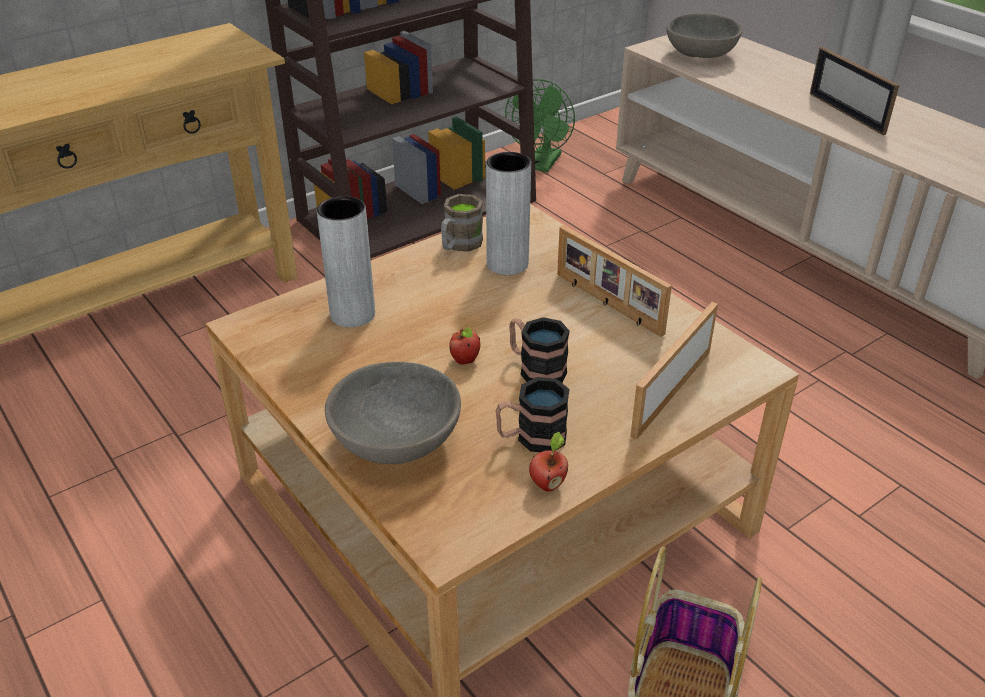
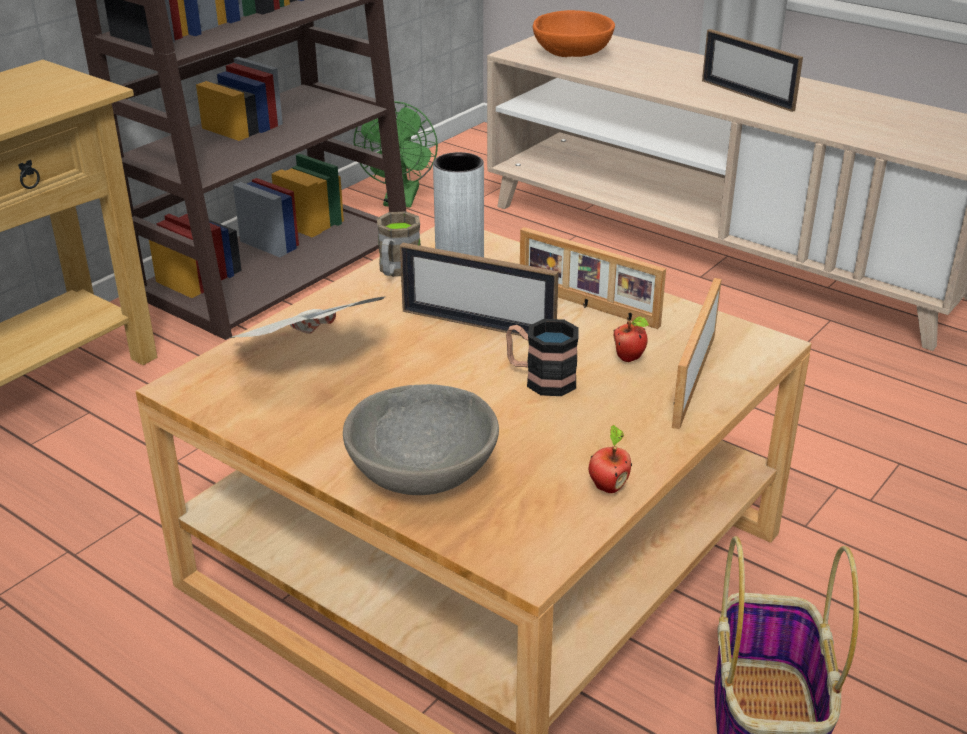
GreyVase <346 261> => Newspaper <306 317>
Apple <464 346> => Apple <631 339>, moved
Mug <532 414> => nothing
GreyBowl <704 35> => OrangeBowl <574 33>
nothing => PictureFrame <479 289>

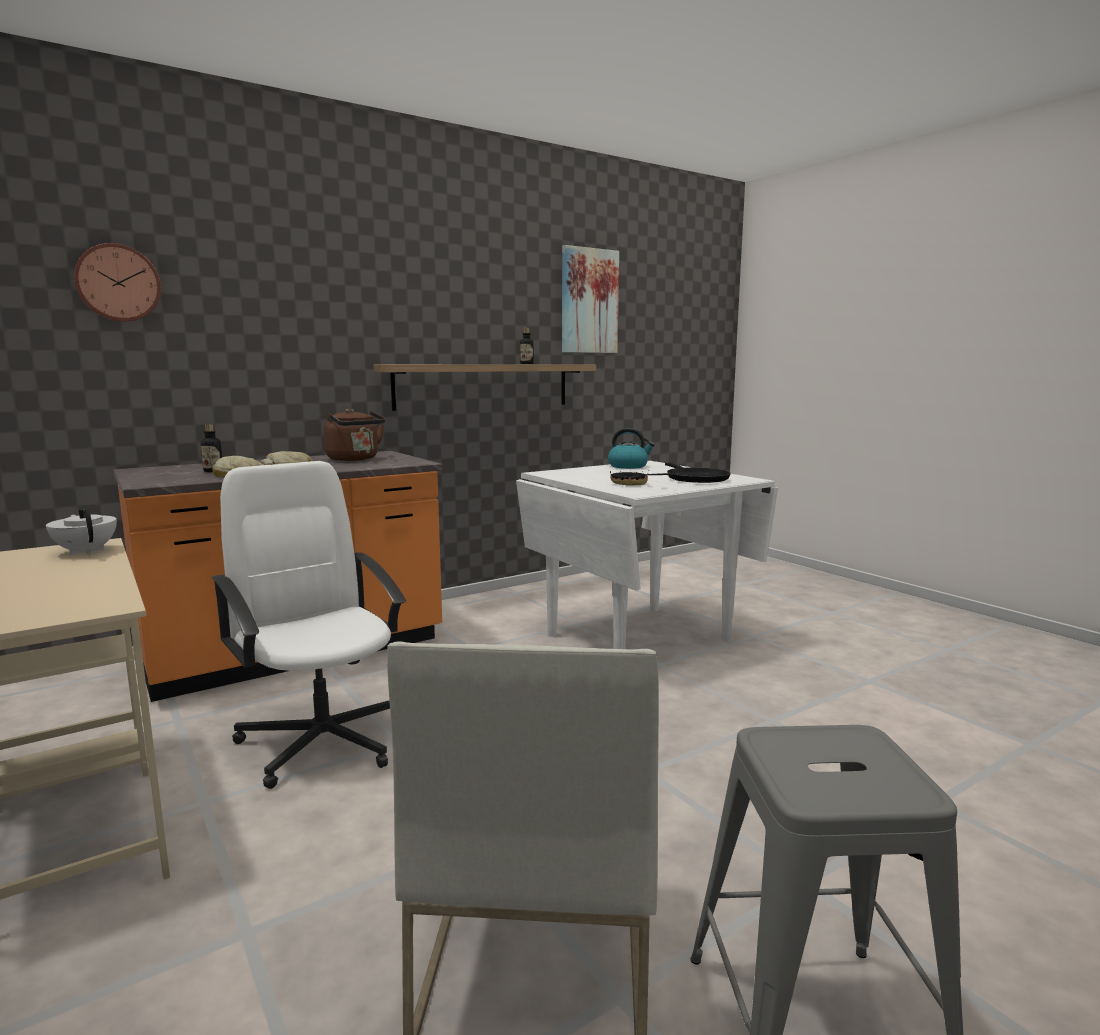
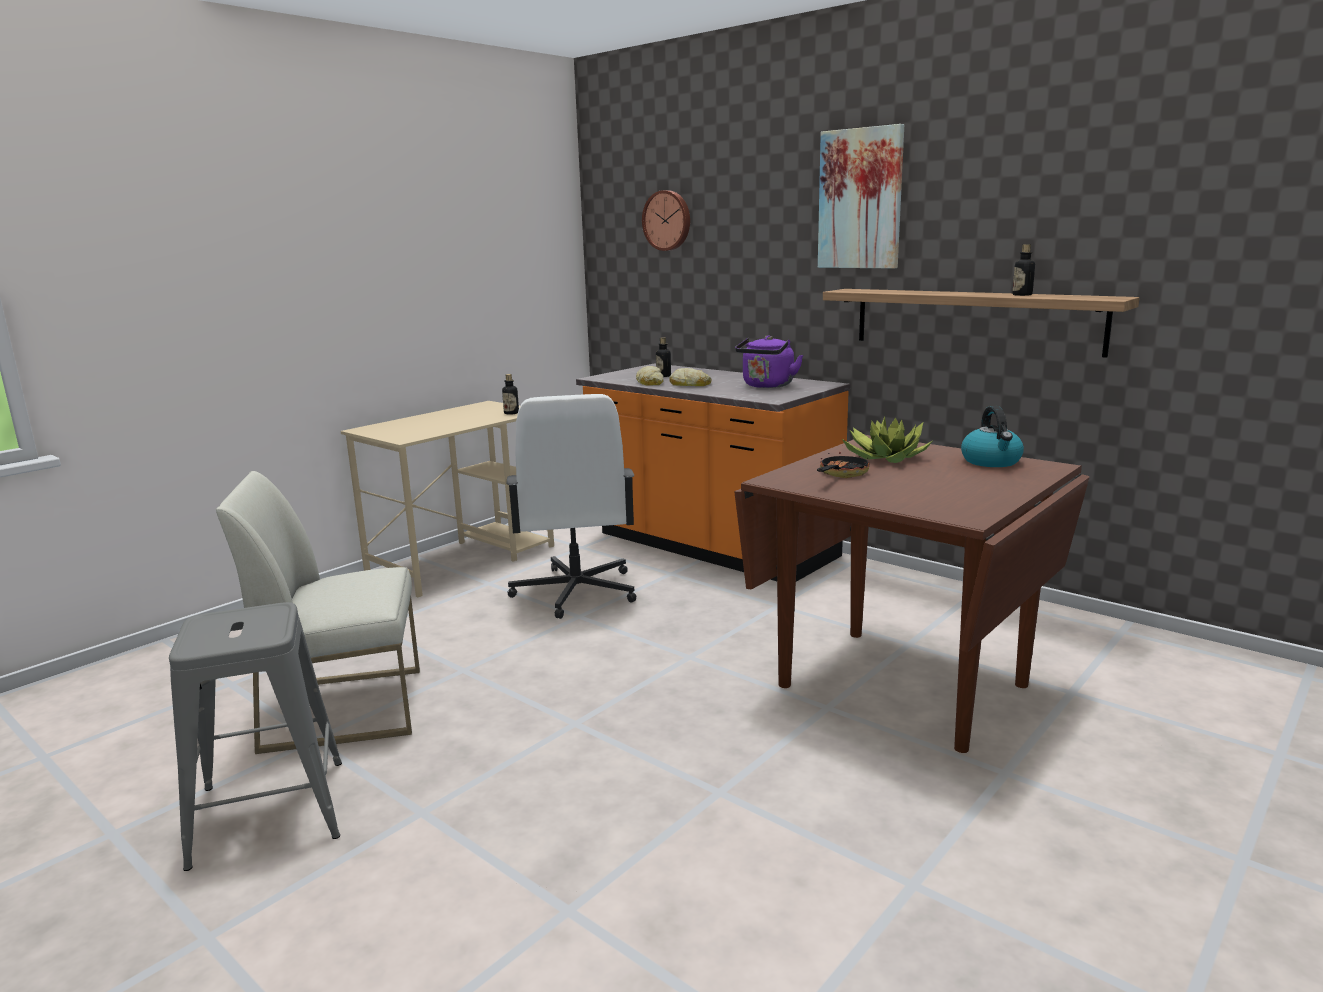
WhiteTeapot <81 530> => Bottle <510 394>
WhiteOfficeChair <308 625> => WhiteOfficeChair <571 506>, 135 degrees clockwise
BrownKettle <354 435> => PurpleKettle <769 361>
WhiteDiningTable <647 555> => BrownDiningTable <912 594>
Picture <590 299> => Picture <861 196>, moved
BlackFryingPan <698 472> => nothing
nothing => PottedPlant <887 440>

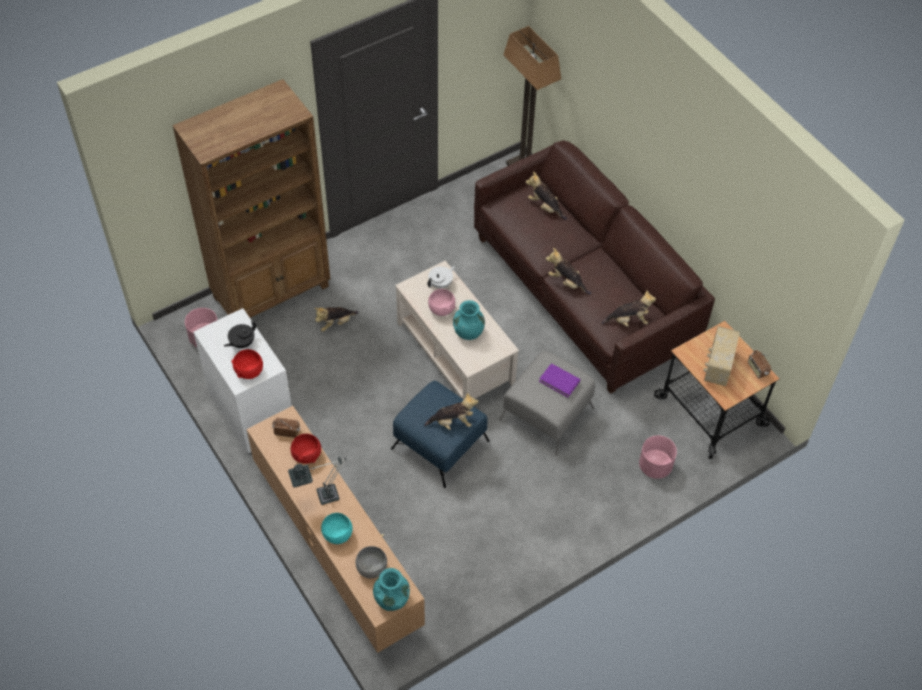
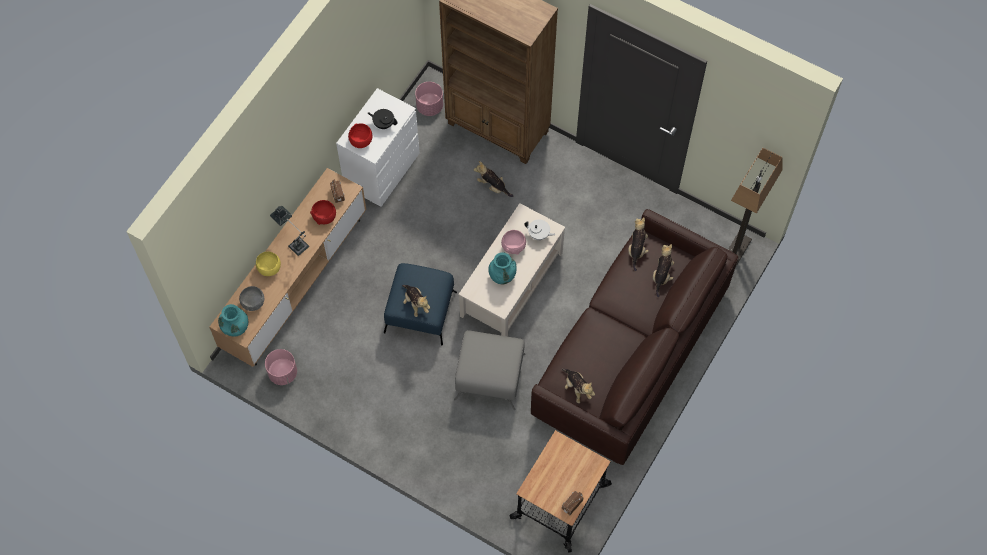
TurquoiseBowl <337 528> => YellowBowl <268 264>
PurpleBook <559 380> => nothing
PlushToy <568 271> => PlushToy <638 244>, moved
PinkPlanter <658 457> => PinkPlanter <281 367>, moved
Radio <722 356> => nothing

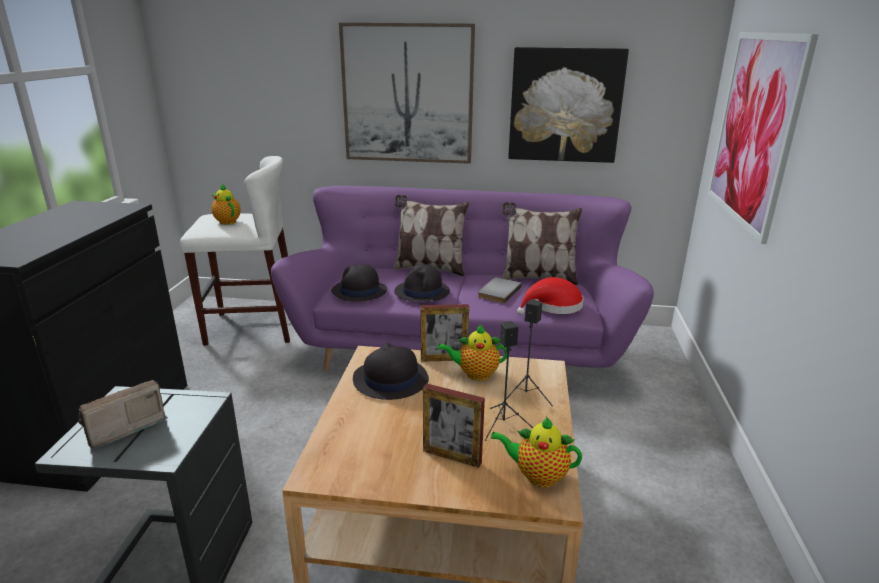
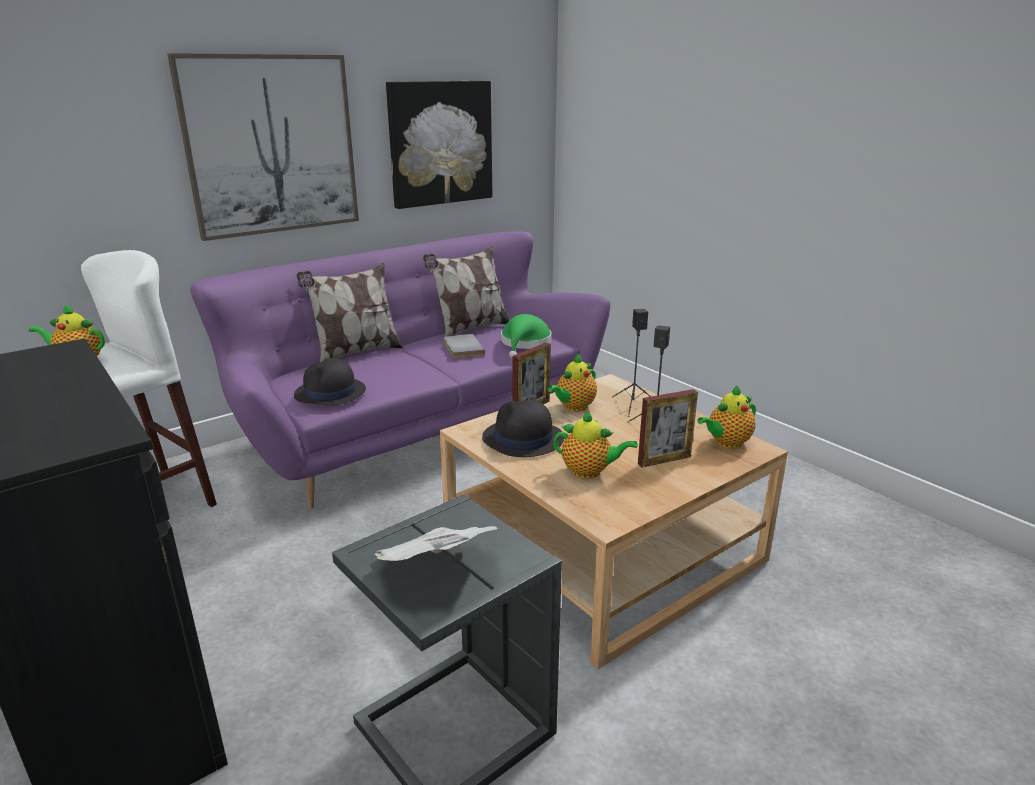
Radio <123 414> => Newspaper <436 543>
BlackHat <422 282> => nothing
RedHat <550 296> => GreenHat <526 336>
Picture <763 138> => nothing
nothing => Teapot <595 445>

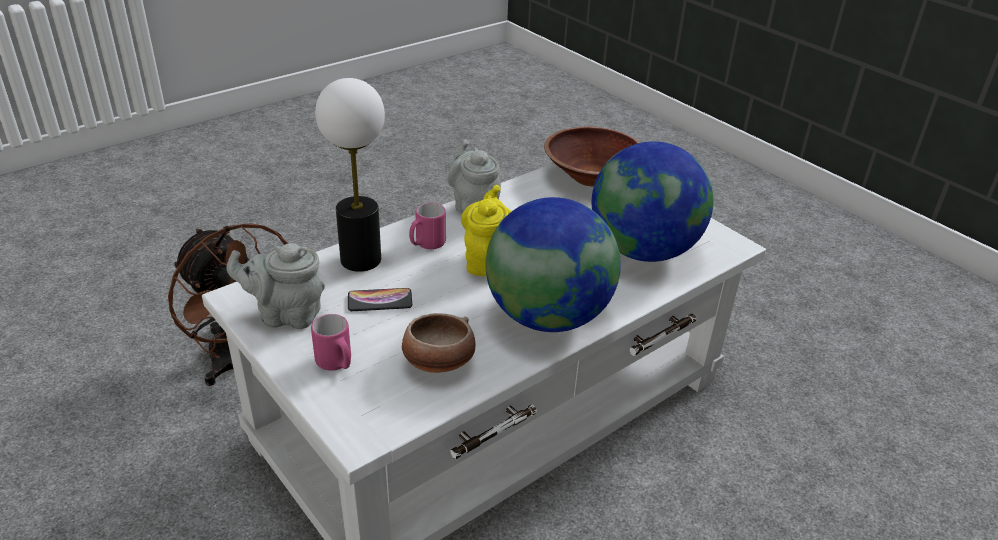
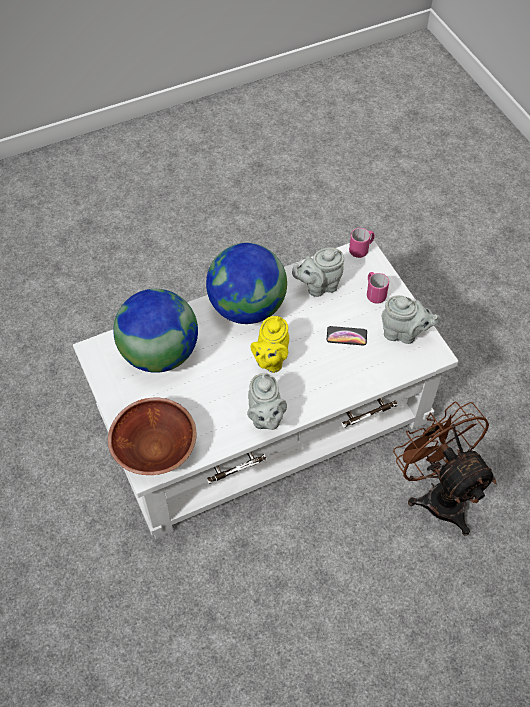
TableLamp <350 175> => nothing
Bowl <438 343> => GreyTeapot <318 272>
PinkMug <427 226> => PinkMug <362 243>, moved

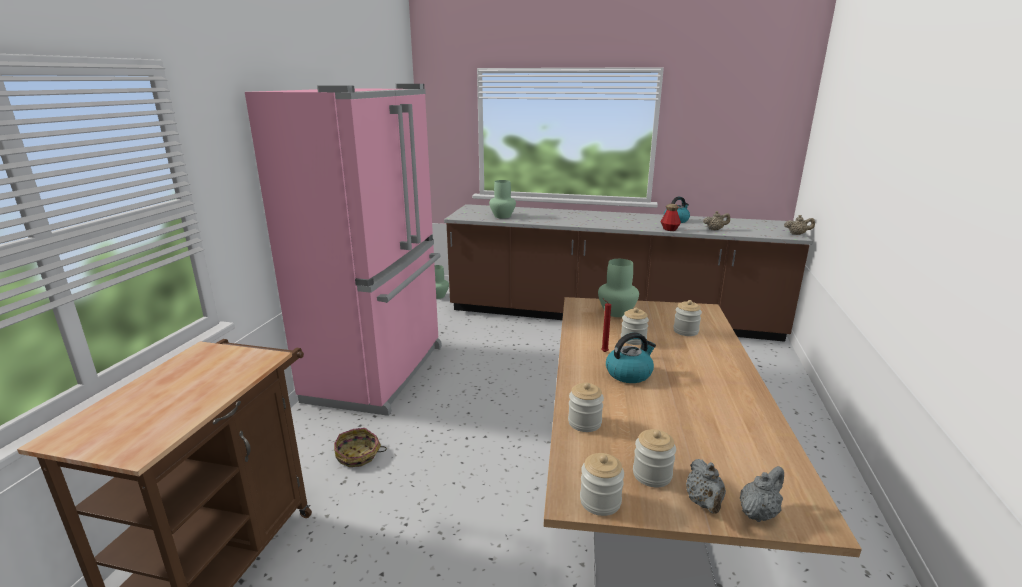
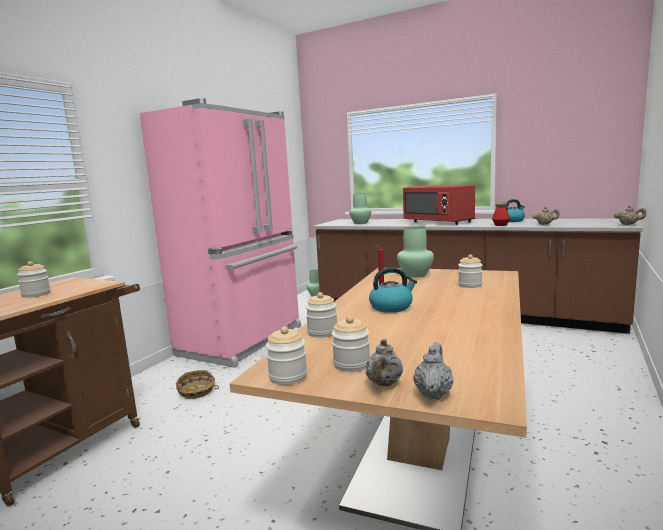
Jar <635 326> => Jar <34 279>, moved
GreyTeapot <762 494> => GreyTeapot <433 371>, 45 degrees counterclockwise
nothing => RedMicrowave <439 205>

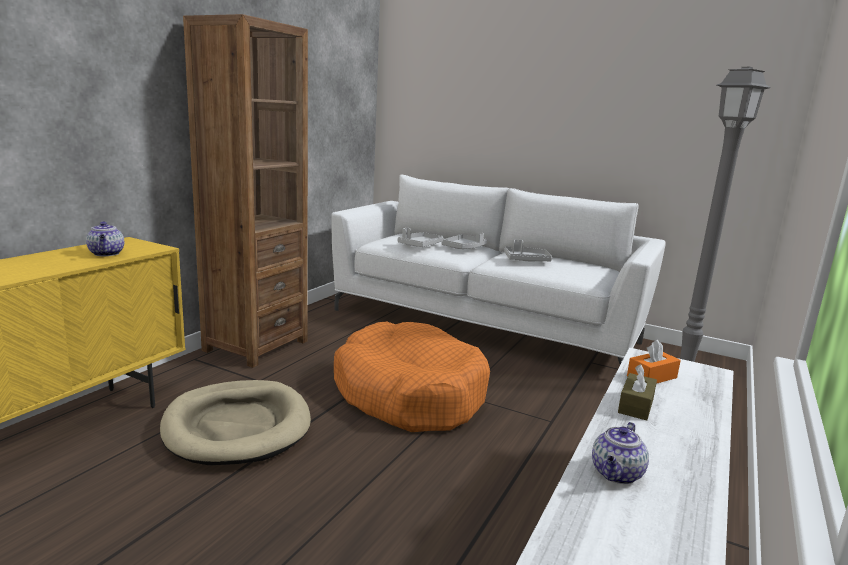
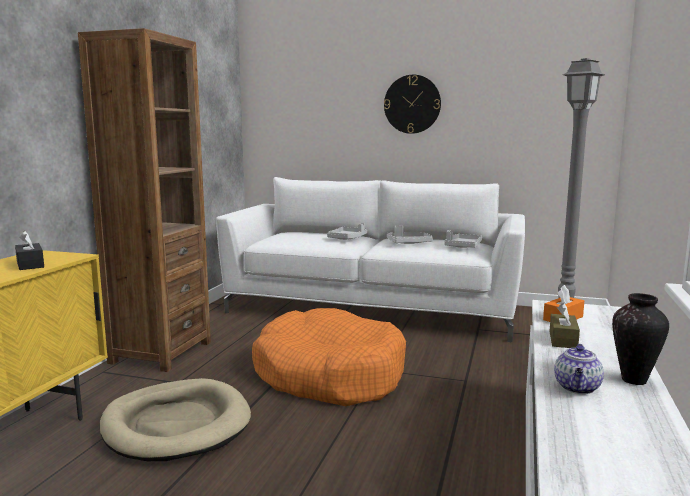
Teapot <105 238> => BlackTissueBox <29 250>
GreyTray <420 237> => GreyTray <463 239>, moved
nothing => WallClock <412 104>
nothing => Vase <640 339>

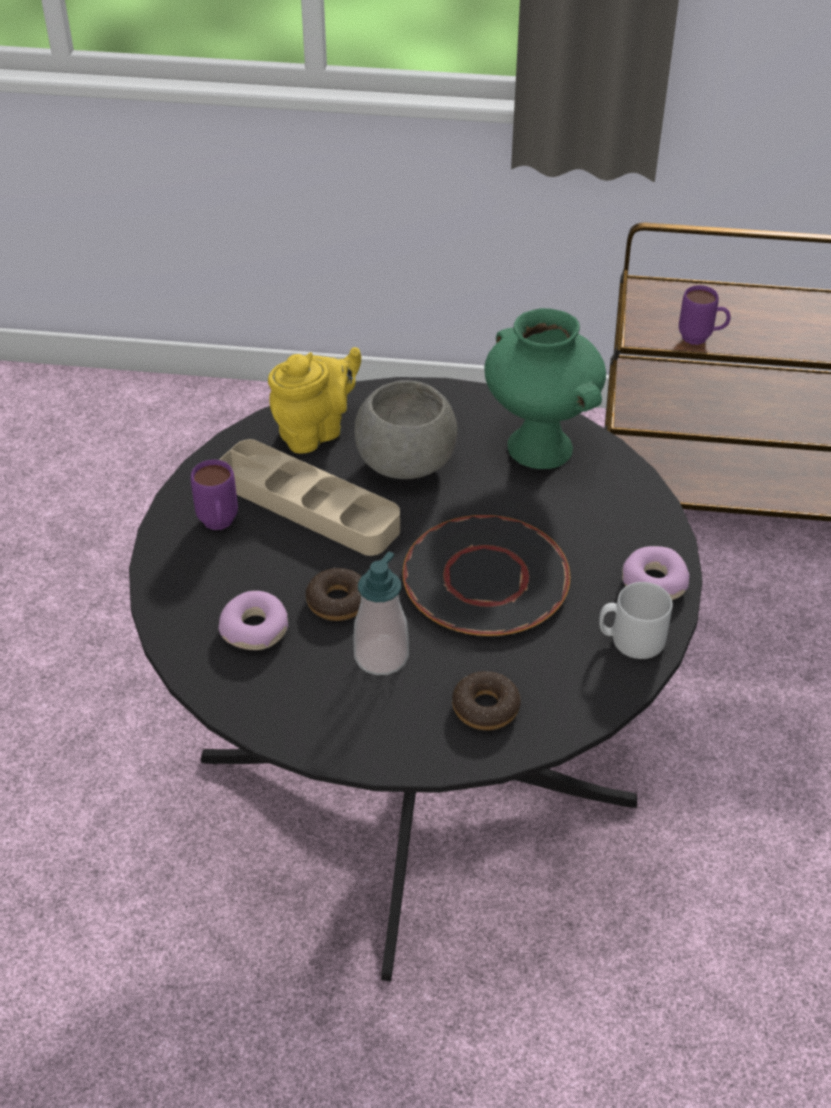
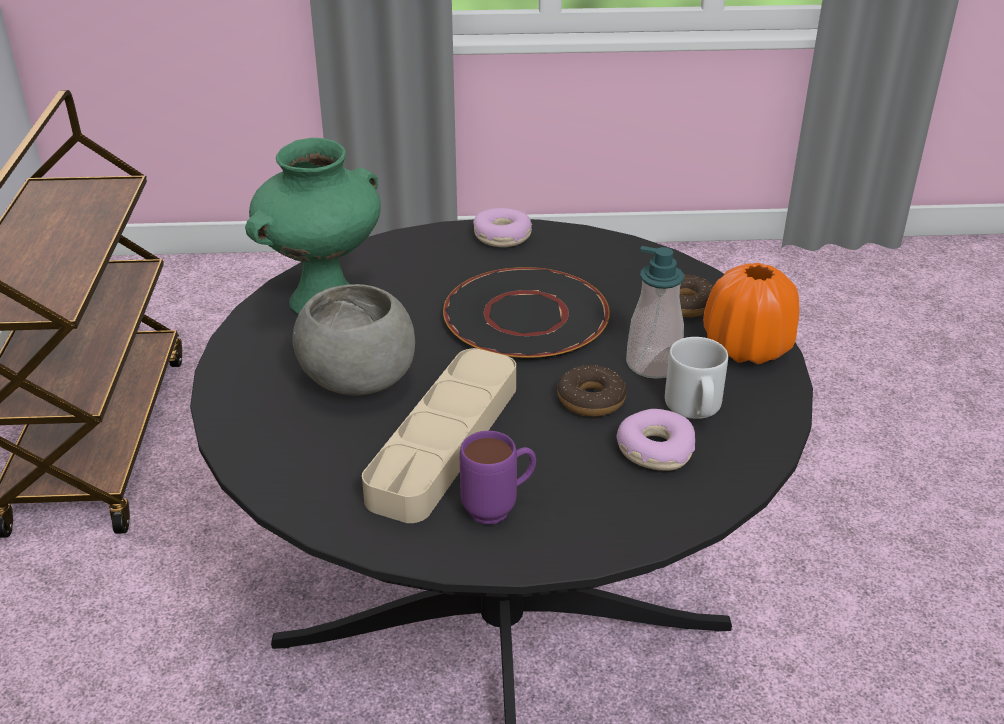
YellowTeapot <314 400> => nothing
GreyMug <635 620> => GreyMug <696 378>, moved
PurpleMug <705 315> => nothing
nothing => OrangeVase <751 313>

